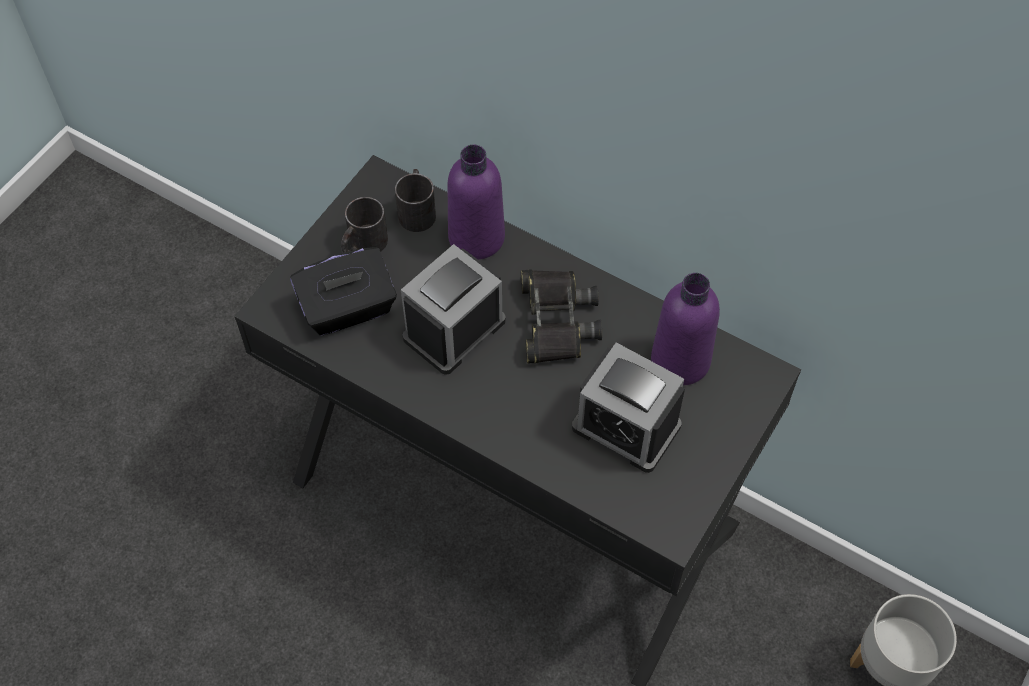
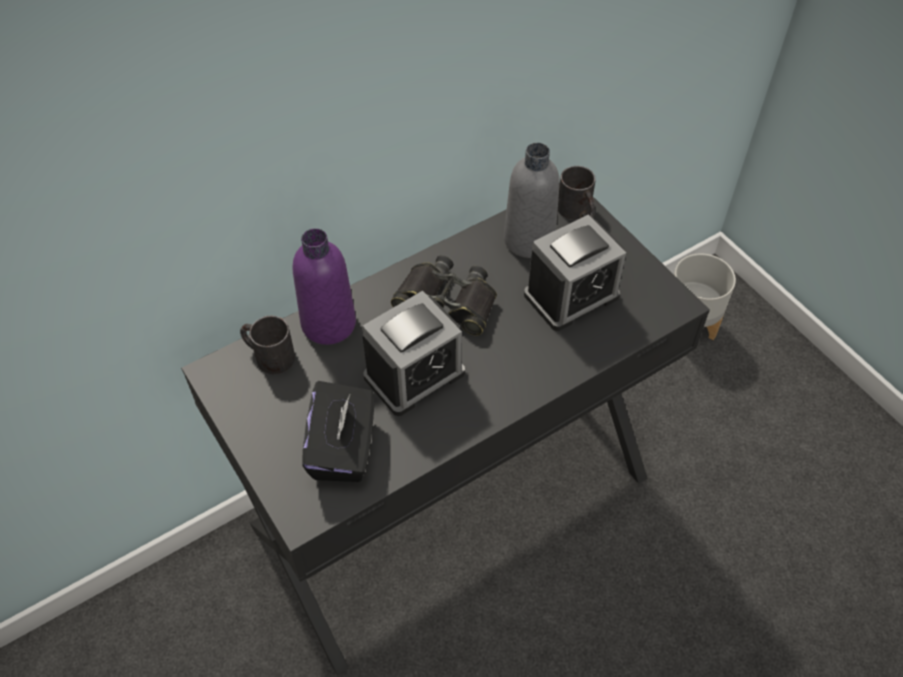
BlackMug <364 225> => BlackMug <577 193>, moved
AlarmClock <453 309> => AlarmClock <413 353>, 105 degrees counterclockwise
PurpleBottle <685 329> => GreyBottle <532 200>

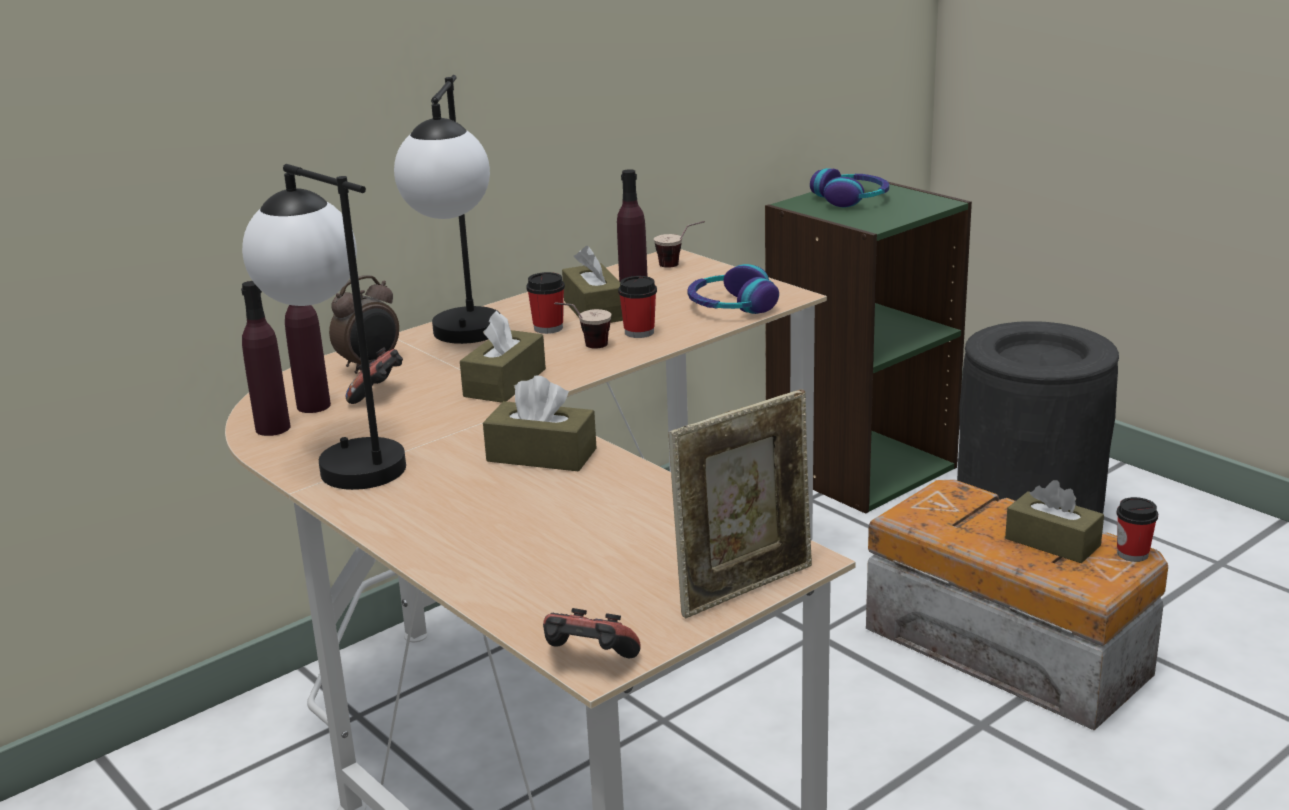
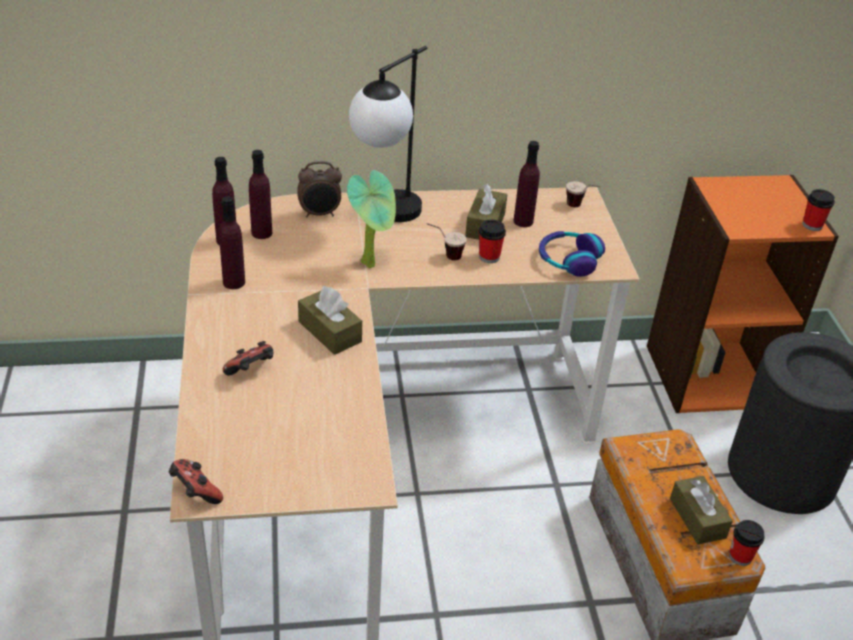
TableLamp <324 327> => PurpleBottle <232 242>
GameController <374 375> => GameController <248 358>, moved
BrownTissueBox <503 357> => PottedPlant <371 219>
Cup <545 303> => Cup <819 210>, moved
PictureFrame <740 503> => nothing
GreenBookcase <868 347> => OrangeBookcase <743 294>
Headphones <849 187> => nothing

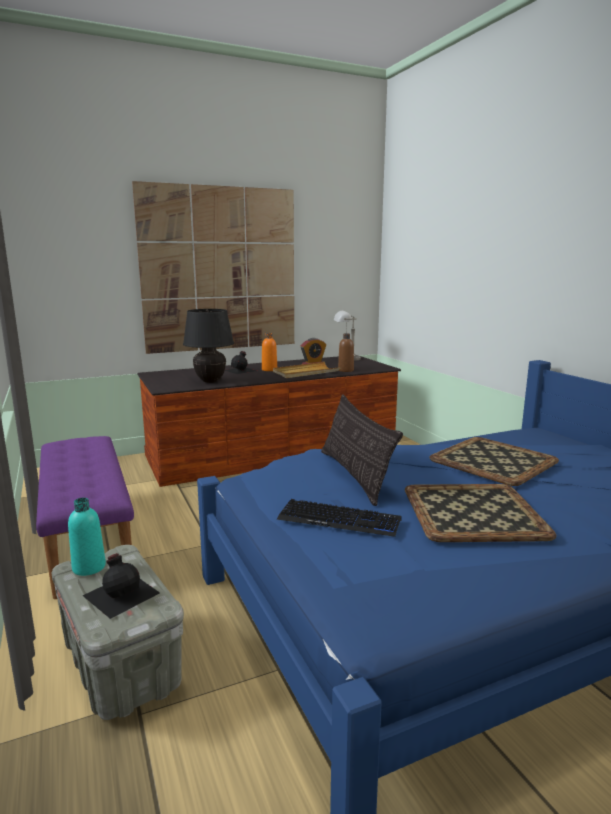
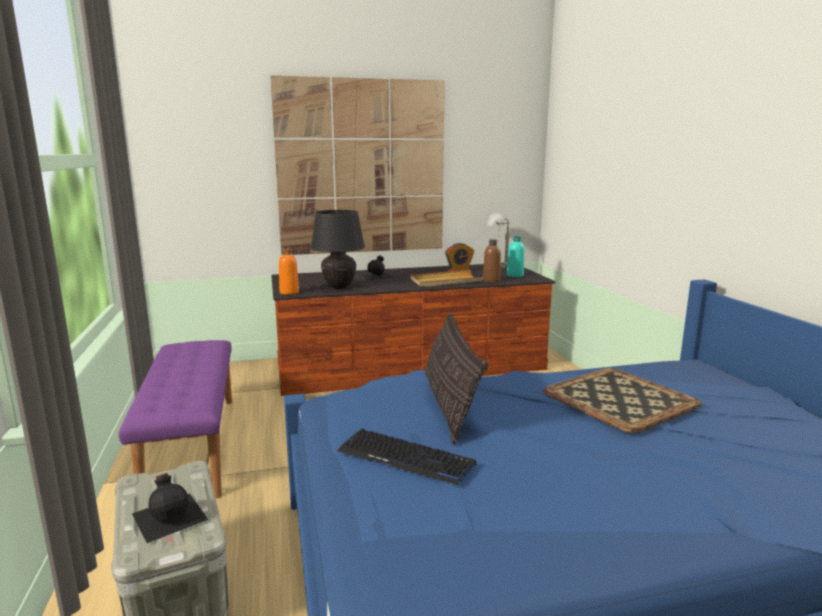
TurquoiseBottle <87 537> => TurquoiseBottle <515 256>, moved
OrangeBottle <269 352> => OrangeBottle <289 271>, moved
Tray <481 513> => nothing

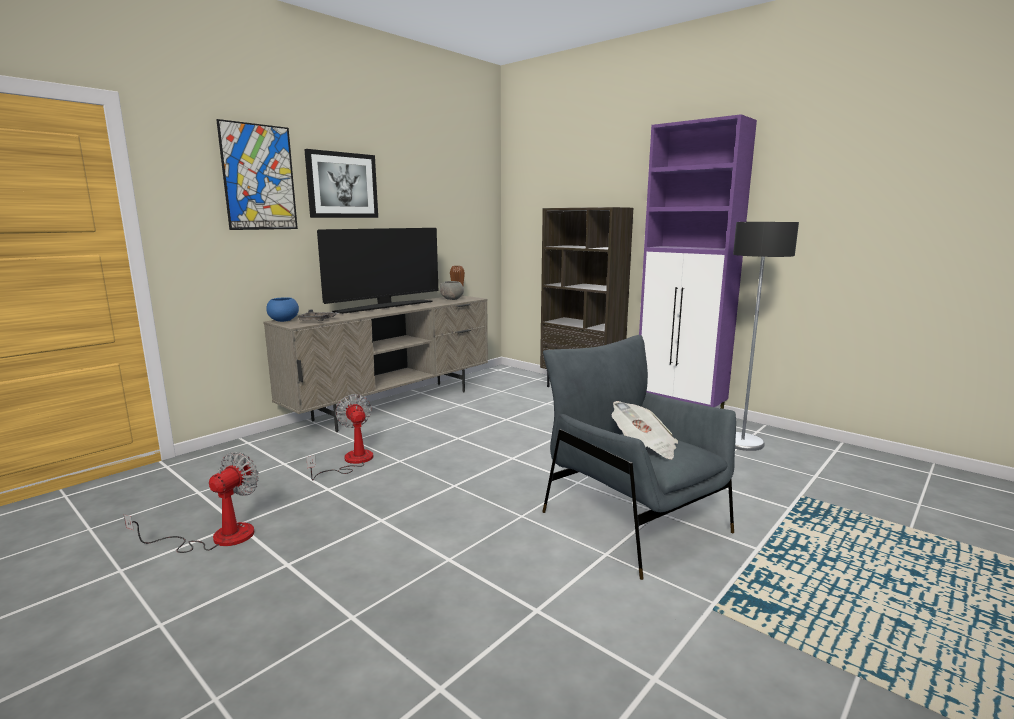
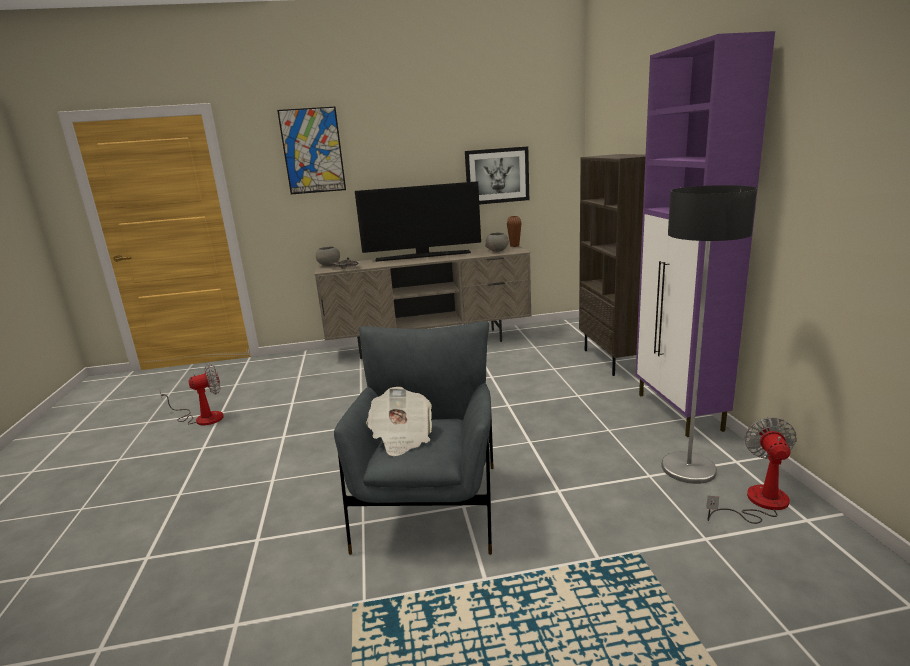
BlueBowl <282 309> => GreyBowl <328 256>
Picture <341 183> => Picture <497 175>, moved
Fan <339 437> => Fan <751 470>, moved

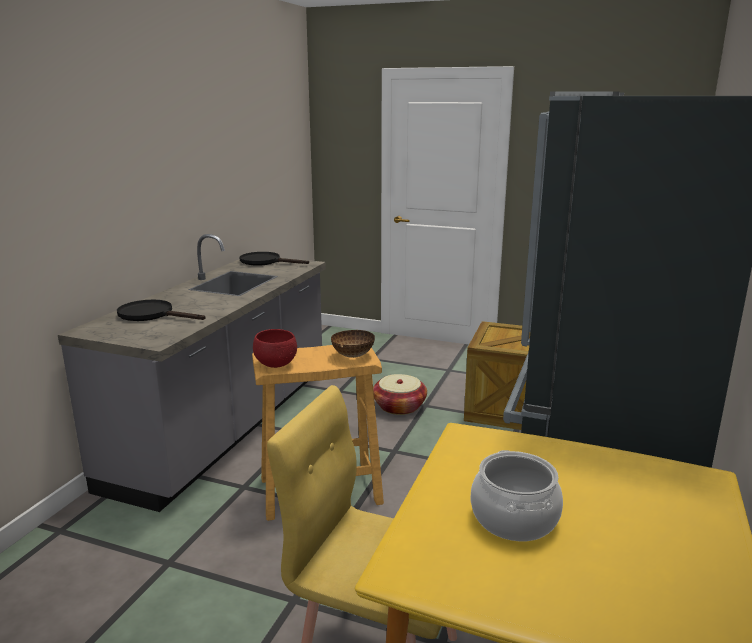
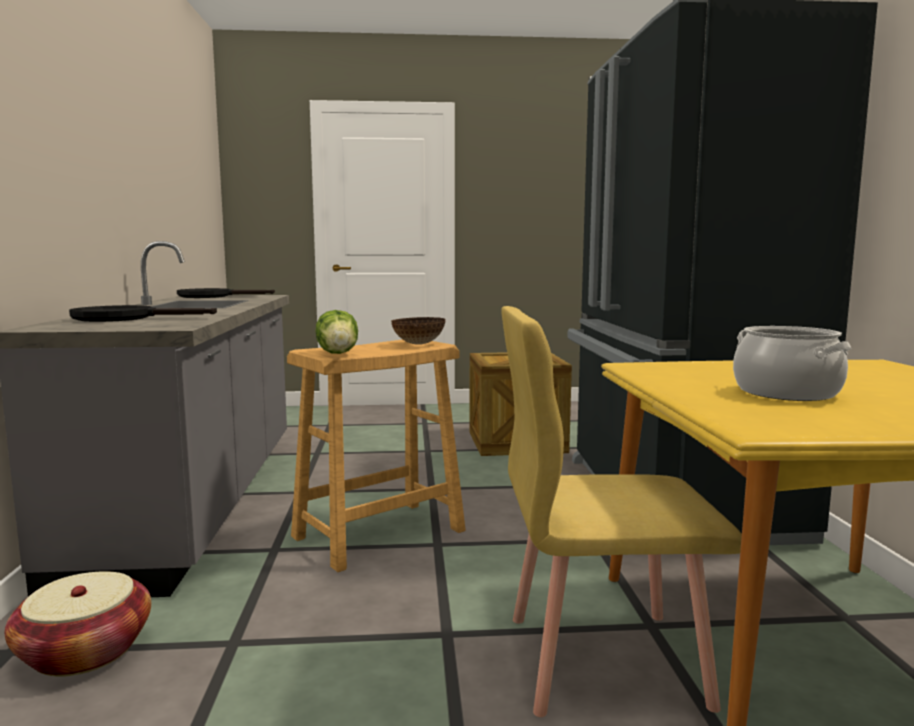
RedBowl <275 348> => Lettuce <336 332>
Basket <400 394> => Basket <78 624>, moved

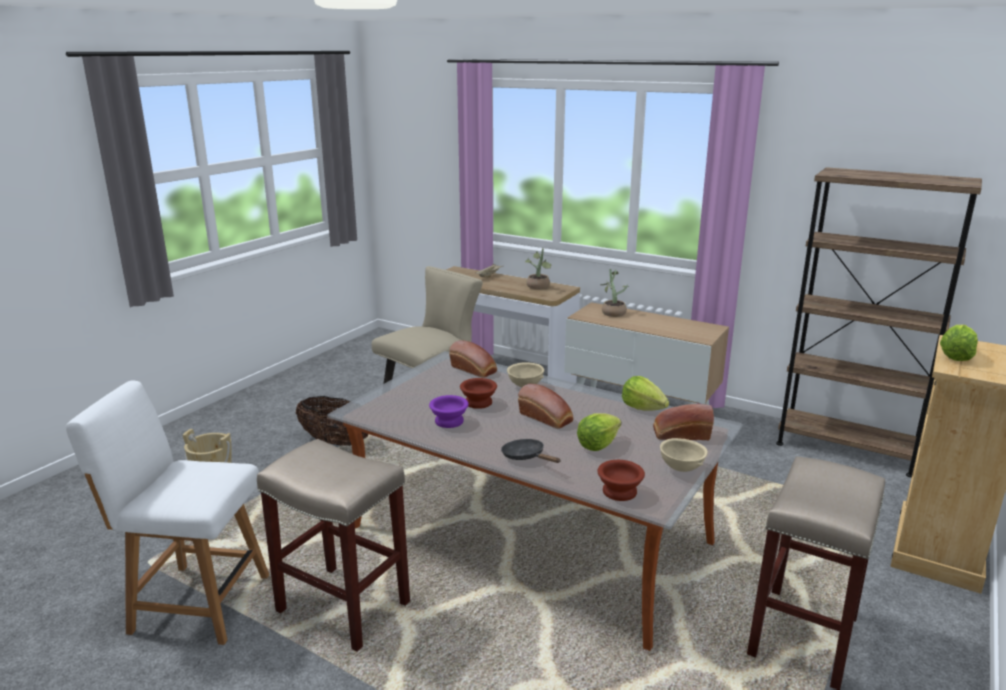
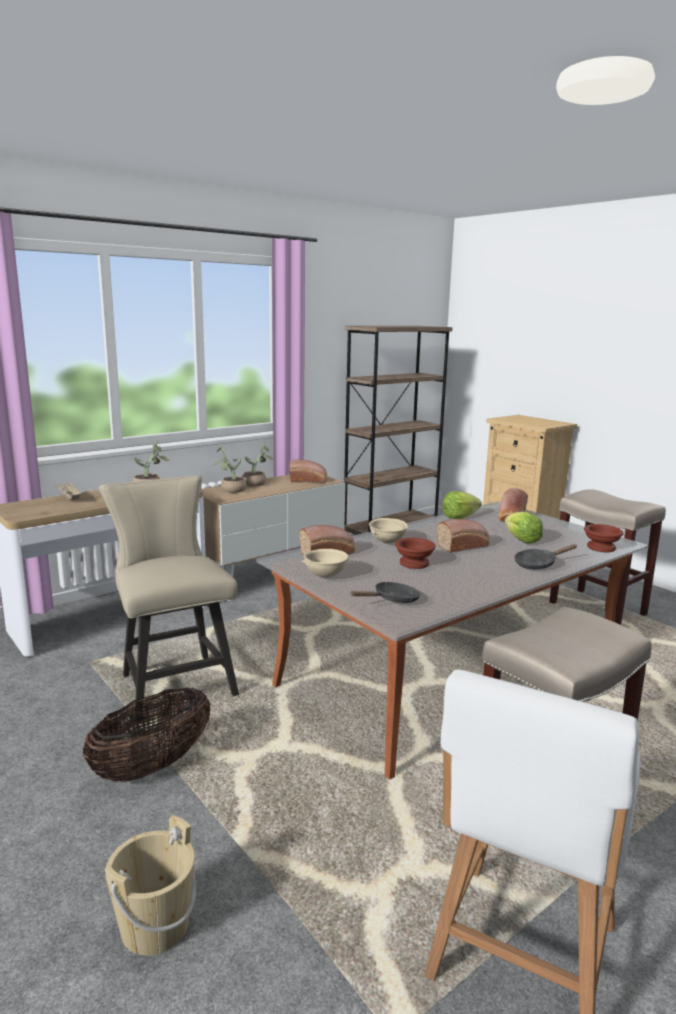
PurpleBowl <449 411> => nothing
BeigeBowl <684 455> => BeigeBowl <325 563>, moved
Lettuce <959 343> => nothing
nothing => PottedPlant <258 463>
nothing => Bread <308 471>
nothing => BlackFryingPan <385 592>

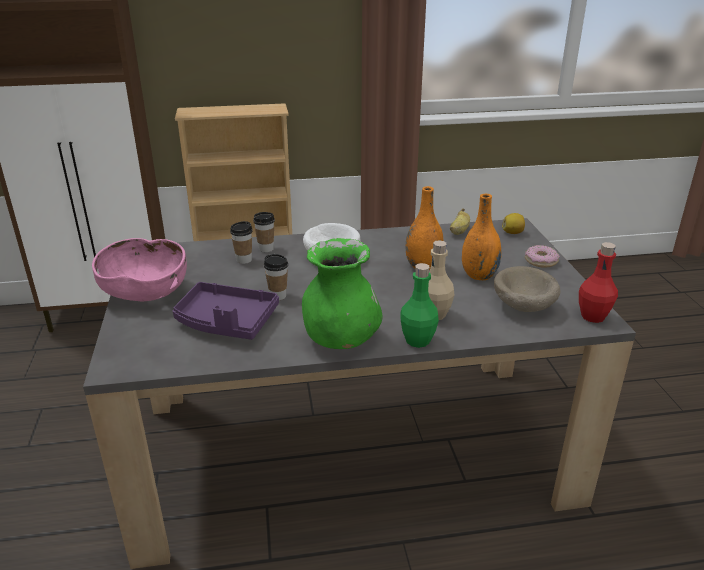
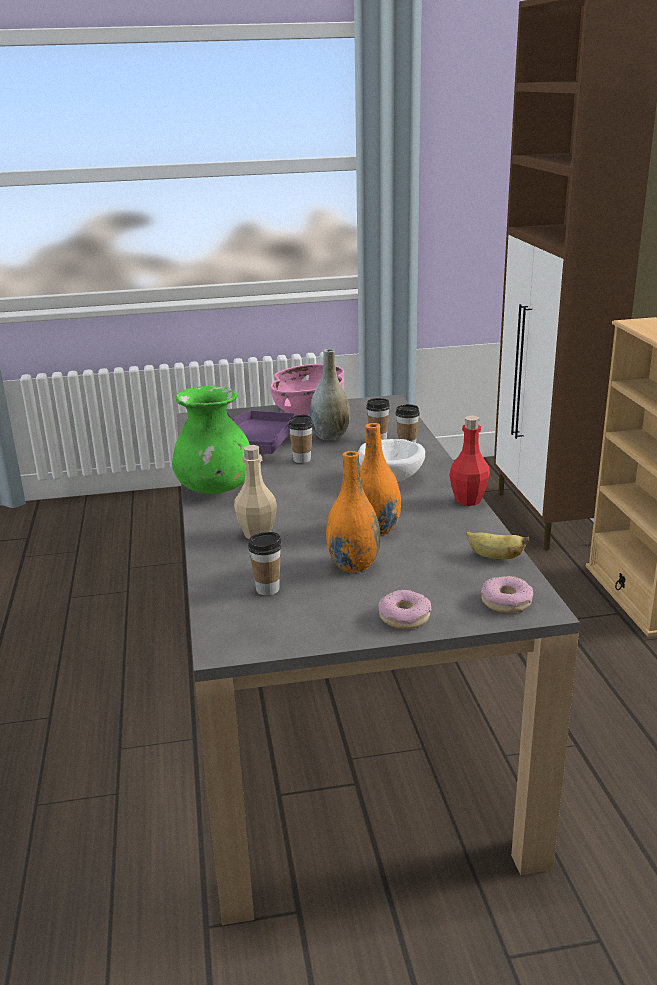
GreenBottle <419 305> => nothing
BeigeBowl <527 289> => Cup <265 563>
Lemon <513 223> => Donut <507 594>
RedBottle <598 282> => RedBottle <469 461>, moved
nothing => GreyVase <330 394>

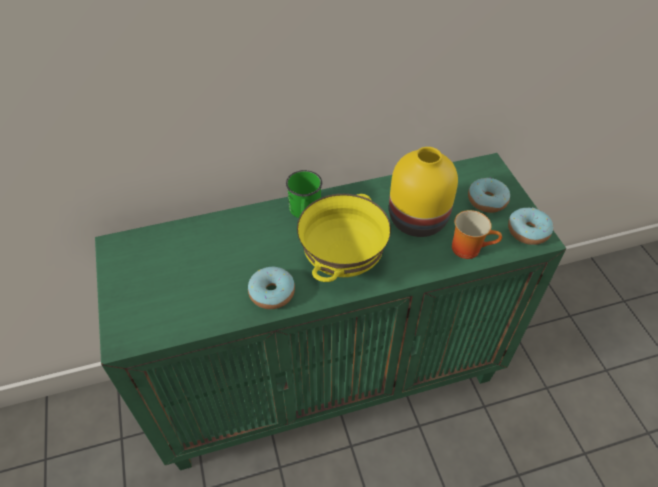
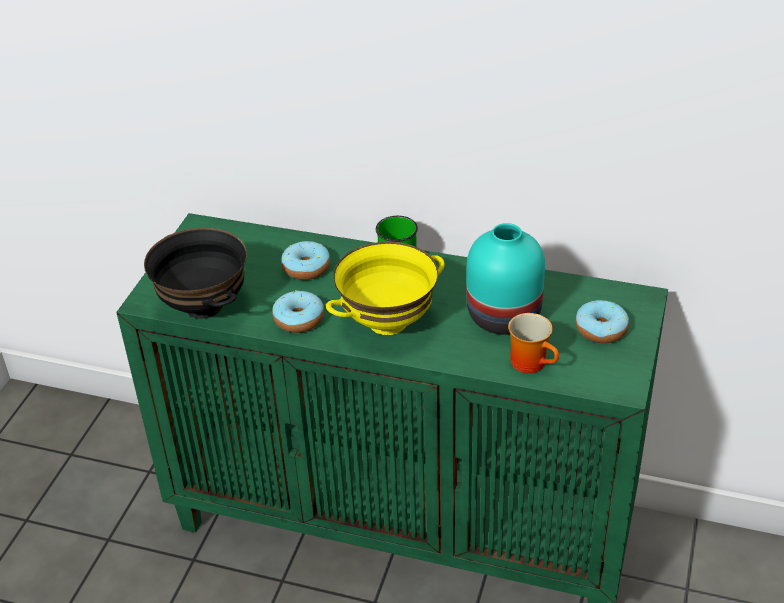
YellowVase <423 192> => TurquoiseVase <505 279>
Donut <530 226> => Donut <305 260>, moved
nothing => BlackBowl <195 273>

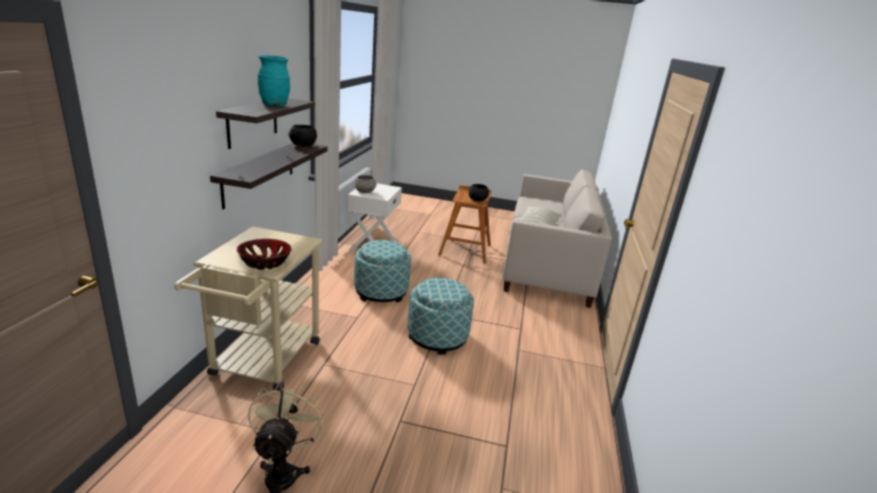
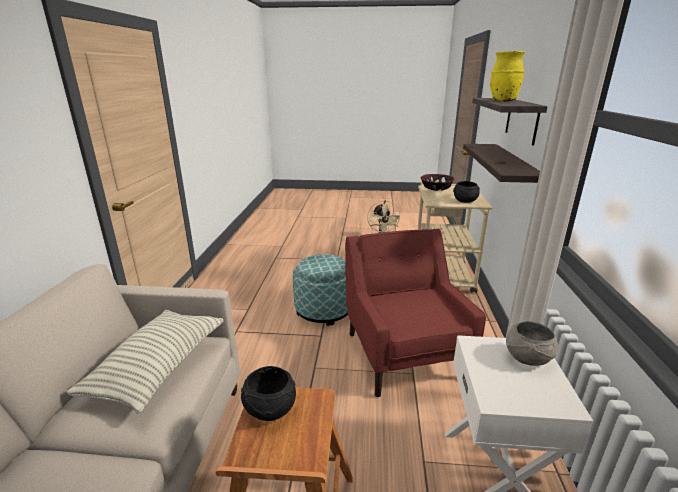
TurquoiseVase <274 80> => YellowVase <507 76>
BlackBowl <303 135> => BlackBowl <466 192>, moved
Ottoman <382 271> => RedArmchair <415 313>

